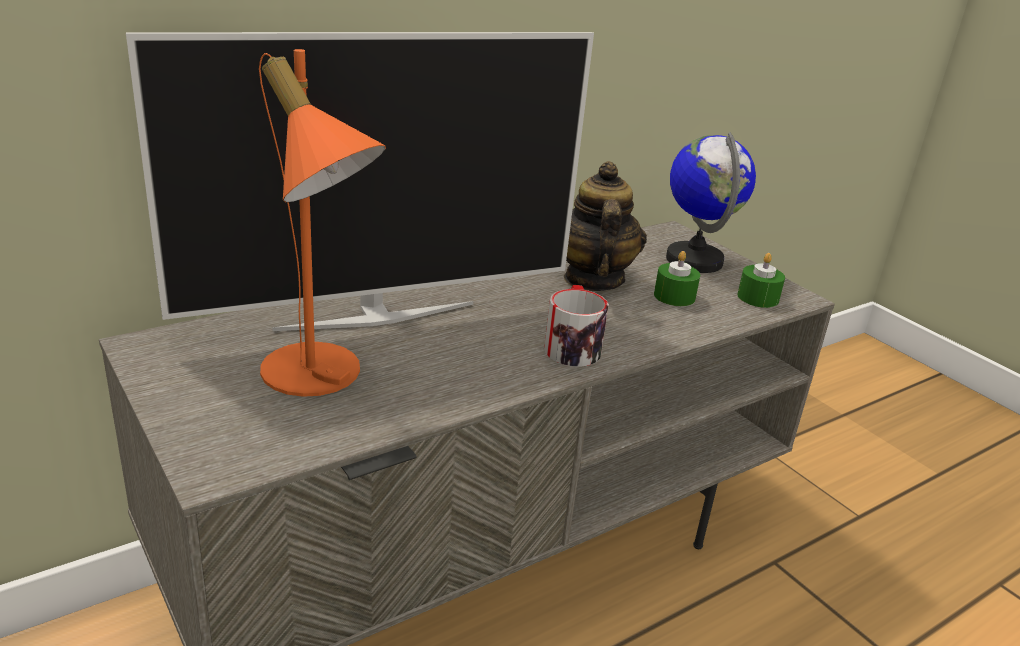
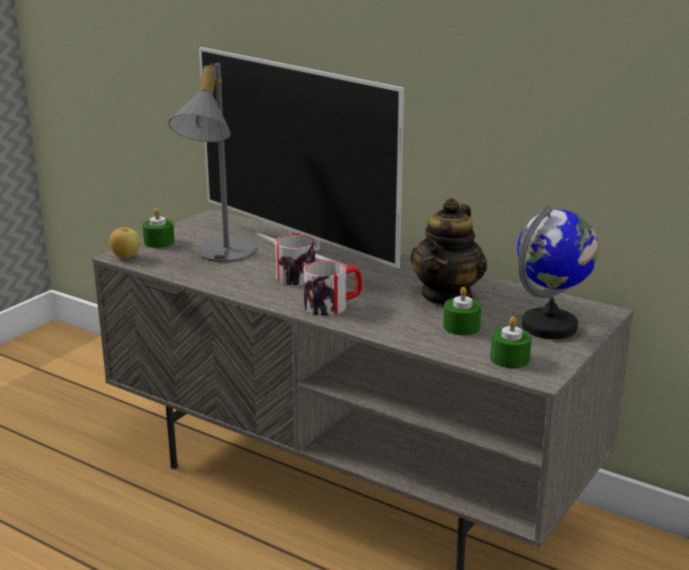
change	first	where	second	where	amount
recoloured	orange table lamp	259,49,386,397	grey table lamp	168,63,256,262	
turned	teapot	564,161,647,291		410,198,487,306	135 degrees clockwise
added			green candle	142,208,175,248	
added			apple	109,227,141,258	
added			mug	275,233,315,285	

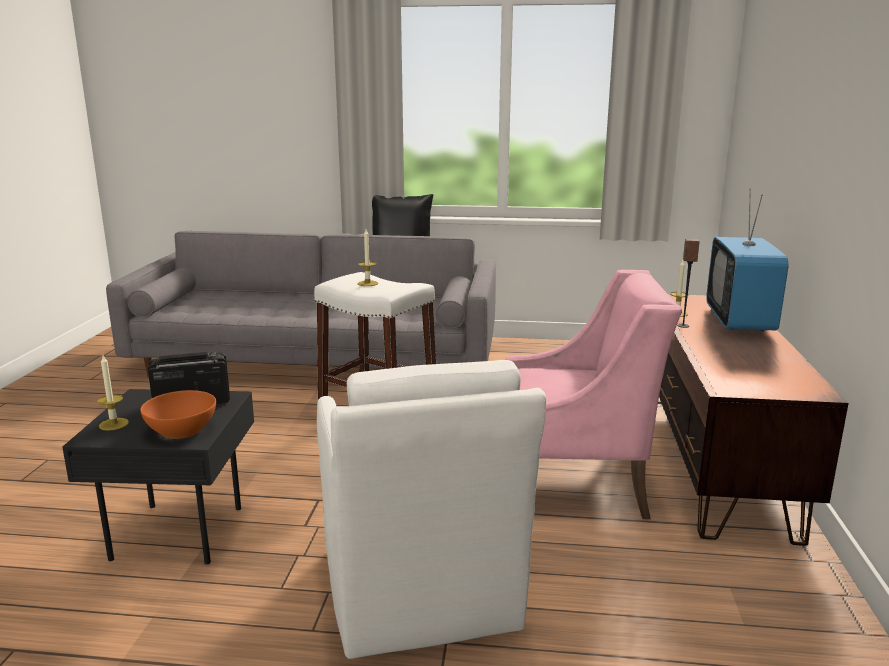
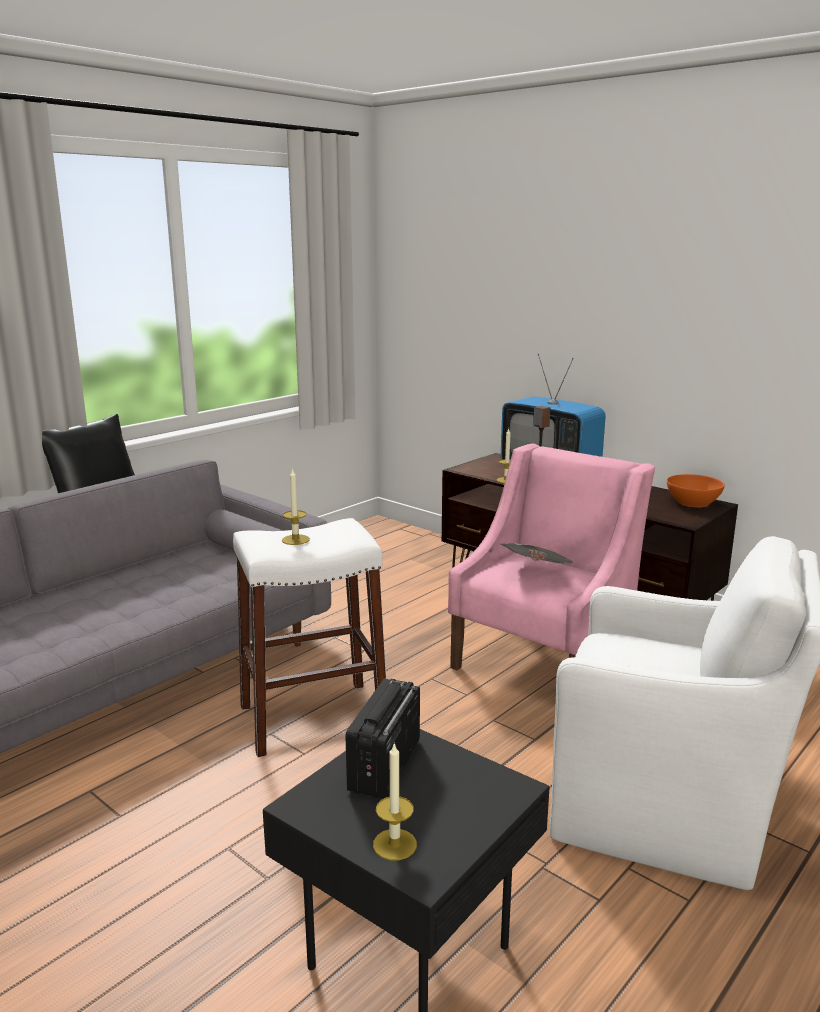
change	first	where	second	where	amount
moved	orange bowl	140,390,216,439		667,474,725,507	
added			newspaper	501,544,573,564	

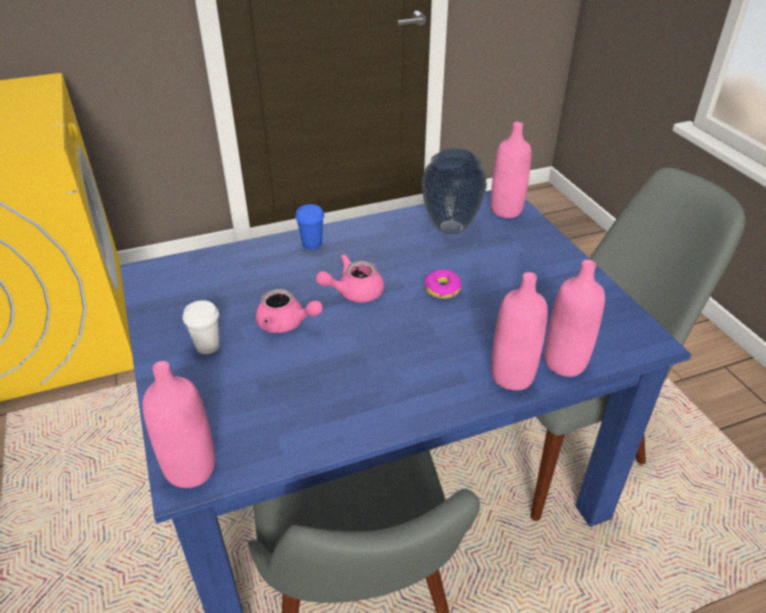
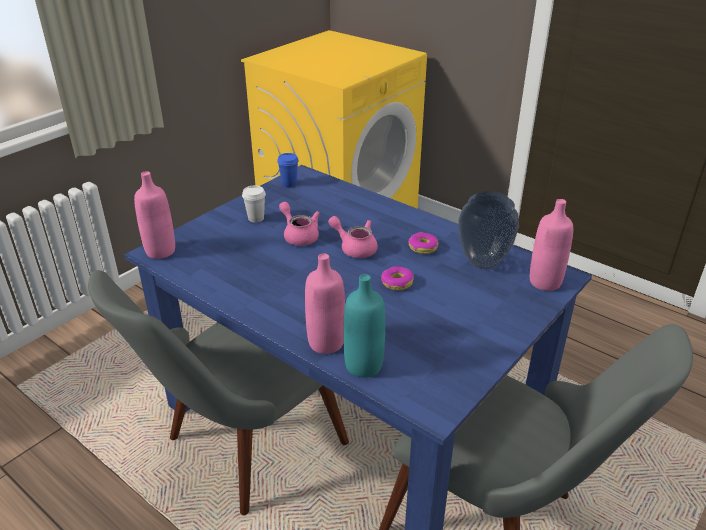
change	first	where	second	where	amount
moved	blue cup	295,204,324,250		277,153,299,187	
recoloured	pink bottle	544,260,605,377	turquoise bottle	343,274,385,378	
turned	pink teapot	256,289,323,333		279,202,320,246	150 degrees clockwise
added			donut	408,232,438,254	

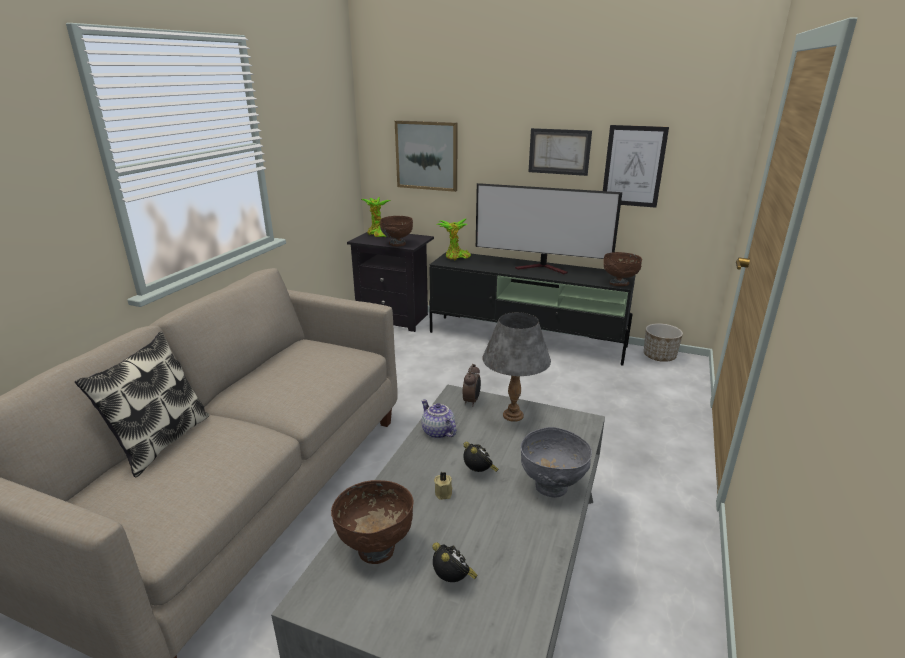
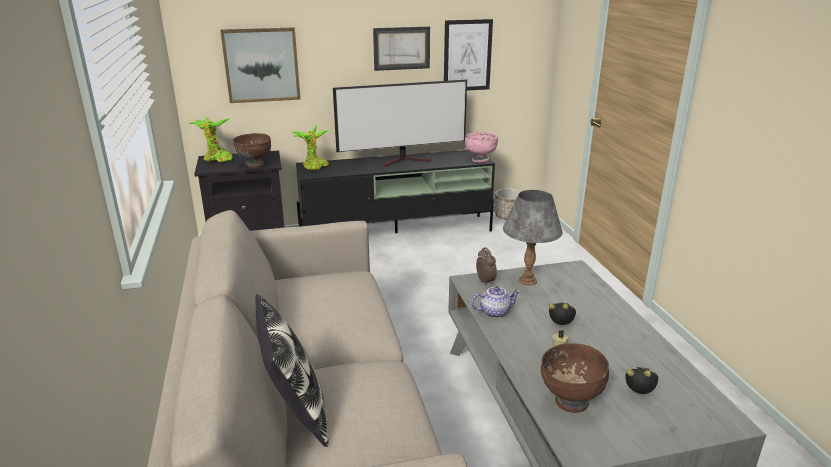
change	first	where	second	where	amount
recoloured	brown bowl	603,252,642,286	pink bowl	465,132,498,163	
turned	teapot	421,399,456,439		471,286,521,318	150 degrees clockwise
removed	grey bowl	520,427,592,498			

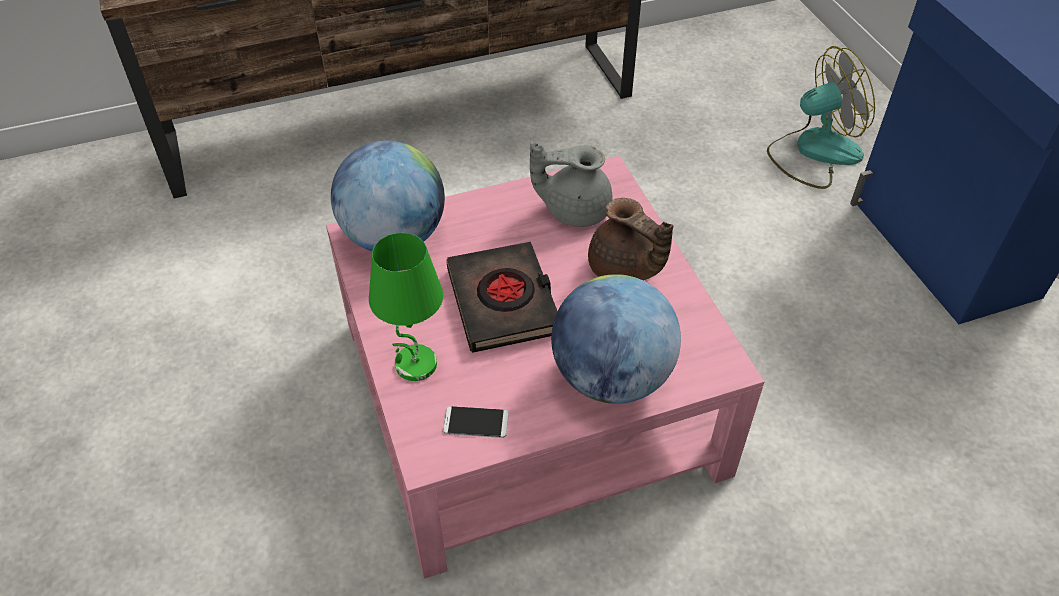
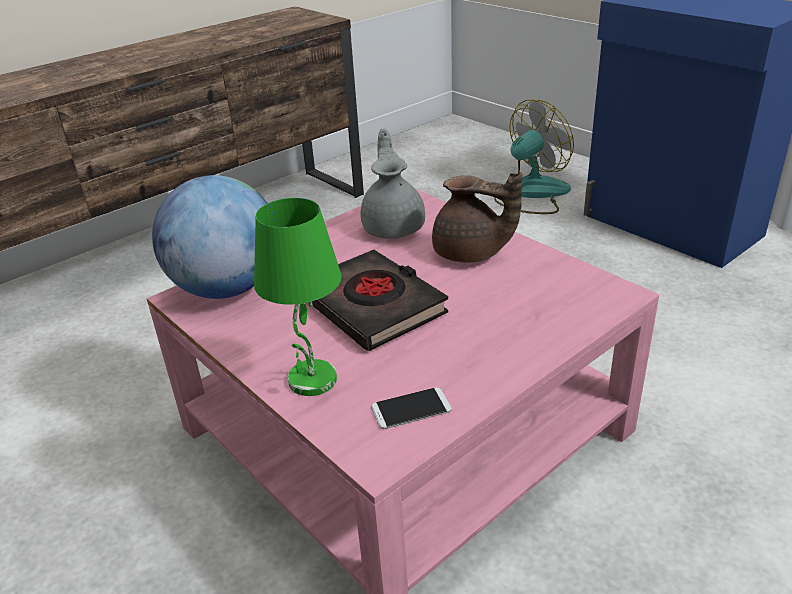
change	first	where	second	where	amount
turned	grey teapot	530,141,613,227		361,129,425,239	105 degrees clockwise
removed	globe	551,274,681,404			

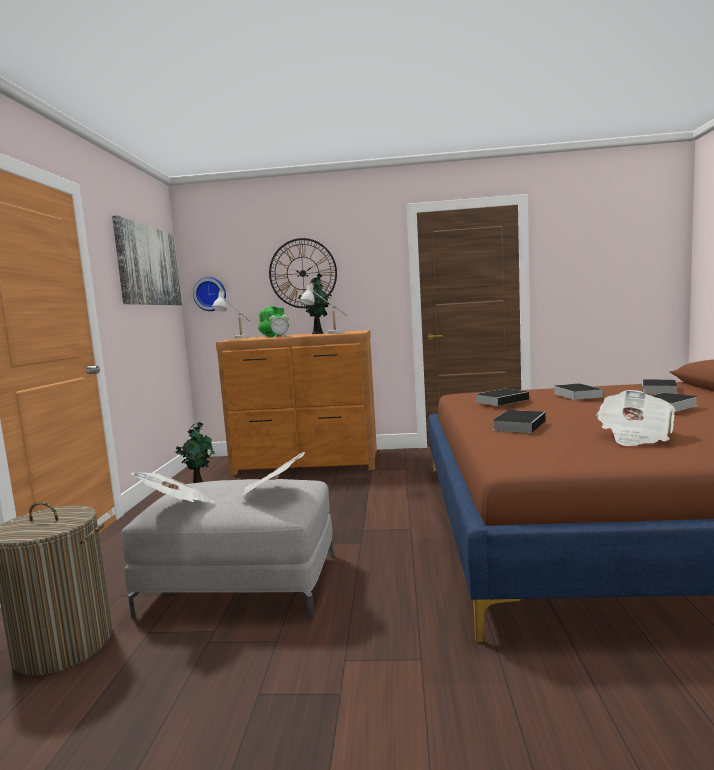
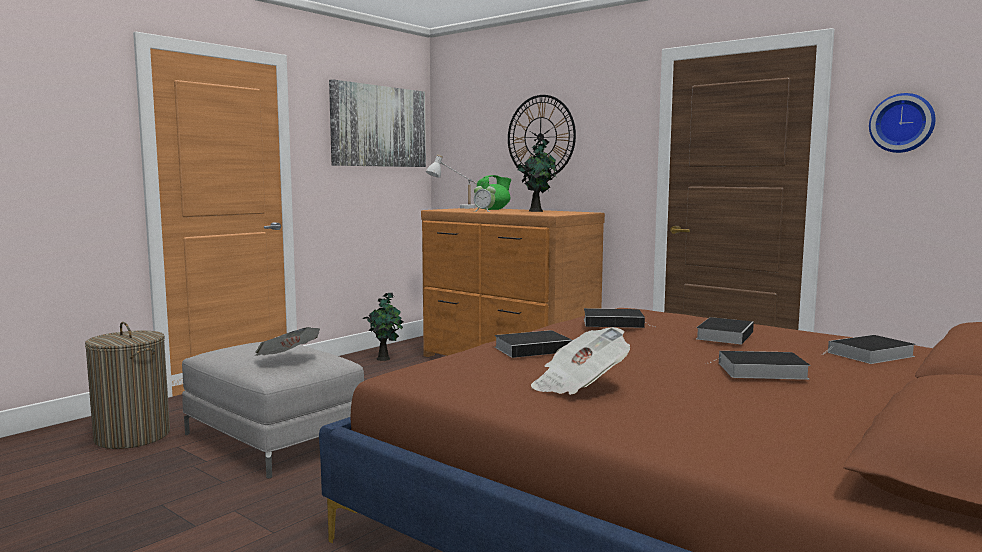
change	first	where	second	where	amount
moved	wall clock	193,277,226,311		869,93,935,153	
removed	white table lamp	300,283,347,334			
removed	newspaper	131,473,214,502			

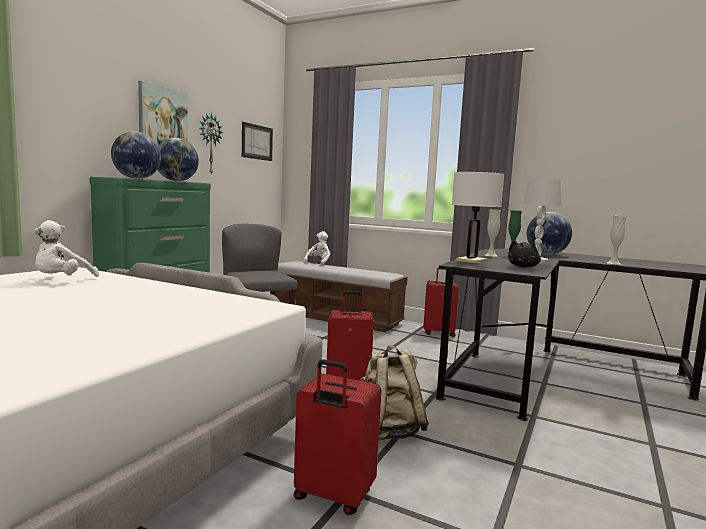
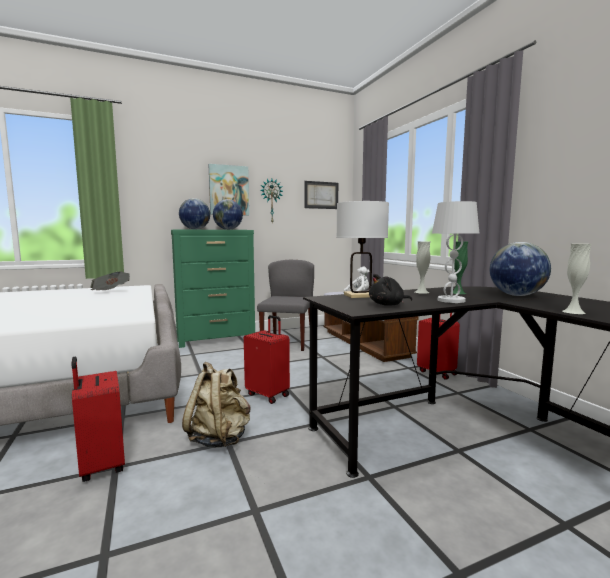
change	first	where	second	where	amount
replaced	white plush toy	34,220,99,277	newspaper	90,271,130,290	

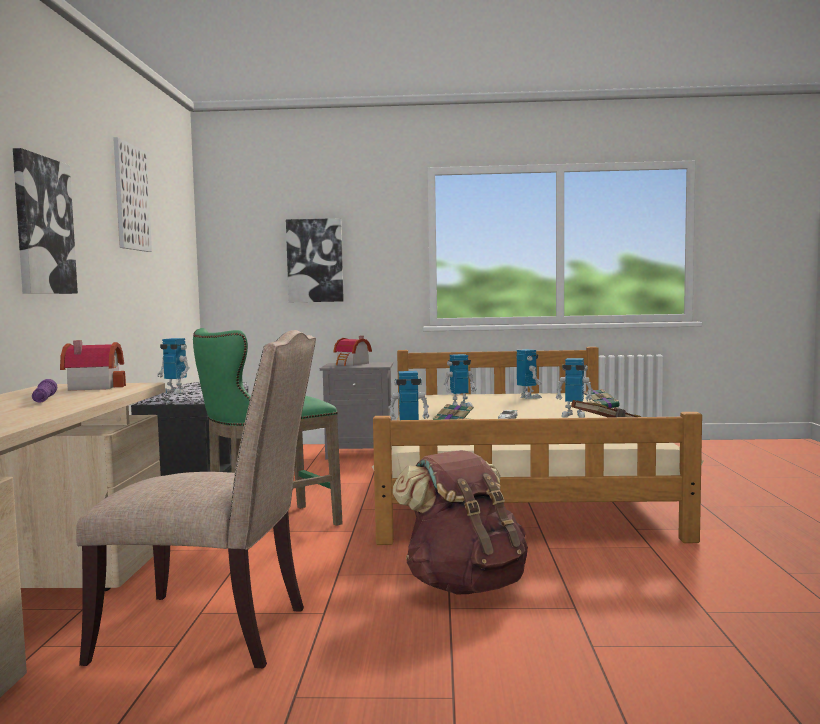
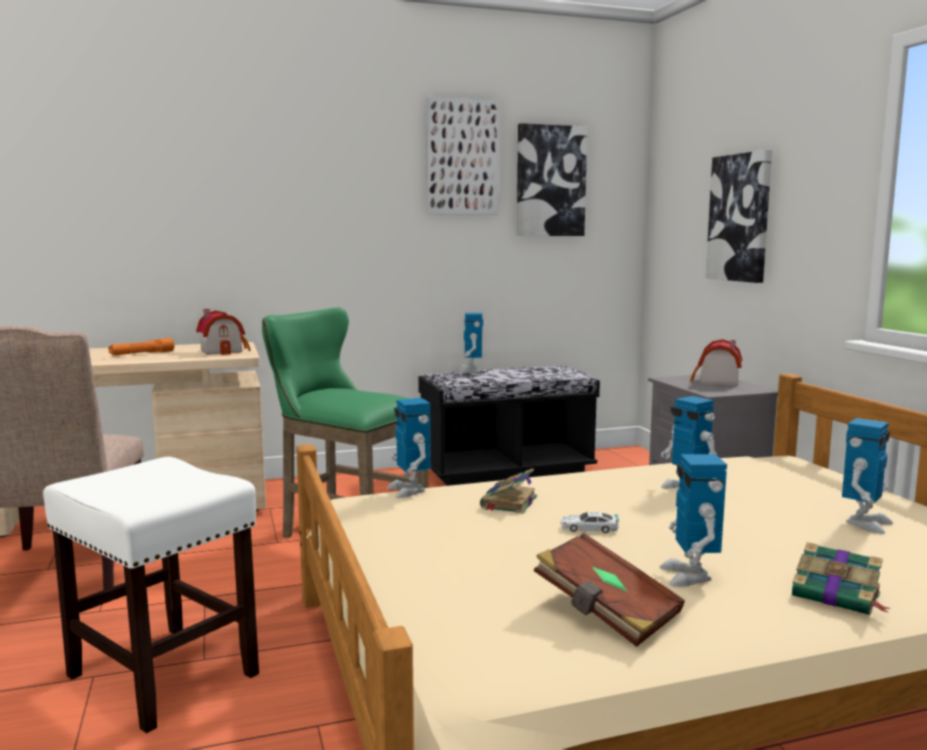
change	first	where	second	where	amount
moved	picture	13,148,78,294		517,123,587,236	
recoloured	purple flashlight	32,379,57,403	orange flashlight	109,338,174,355	
replaced	brown backpack	392,450,528,594	white stool	43,457,259,733	

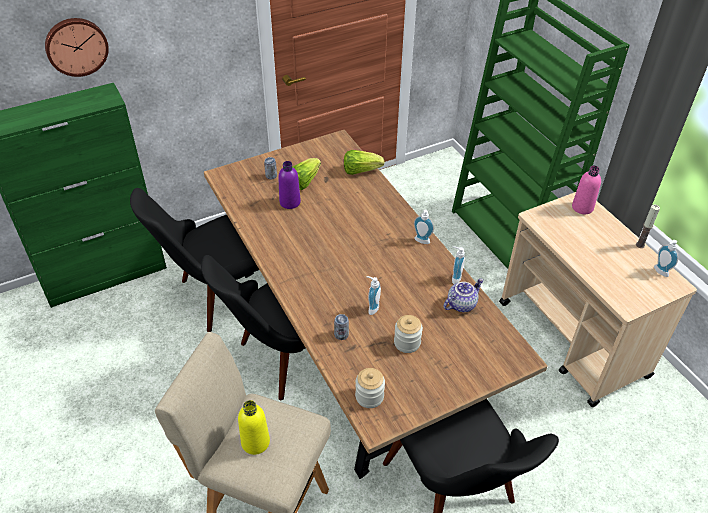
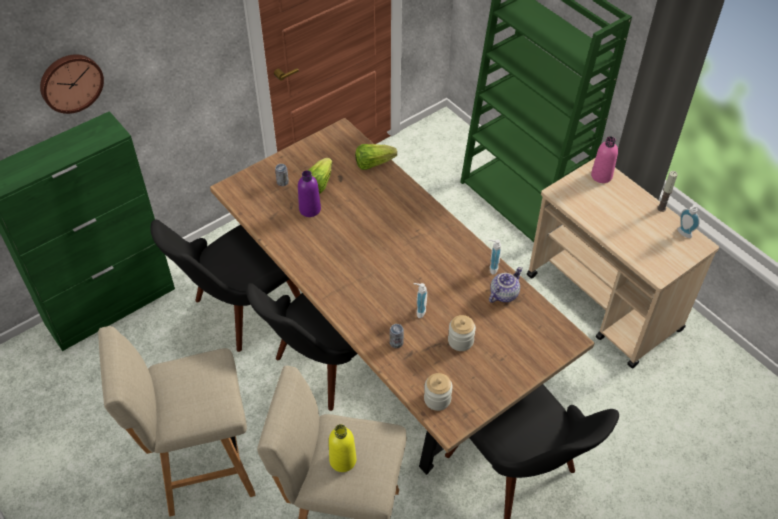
change	first	where	second	where	amount
removed	soap dispenser	414,210,434,244			
added			beige stool	98,326,255,517	

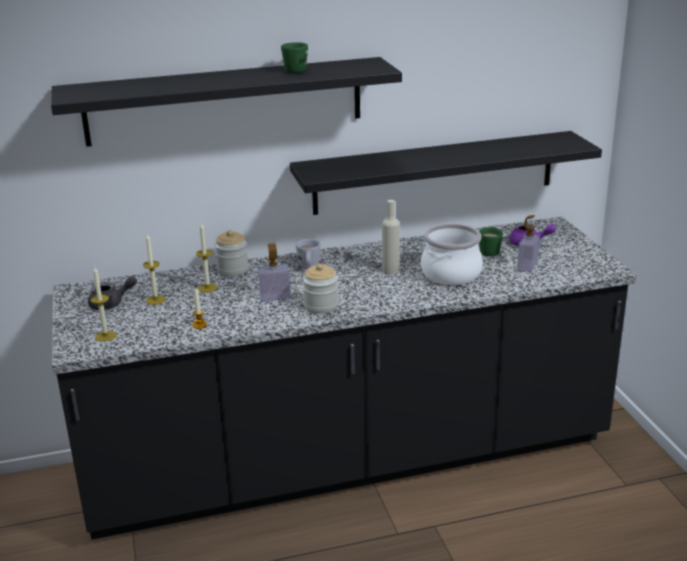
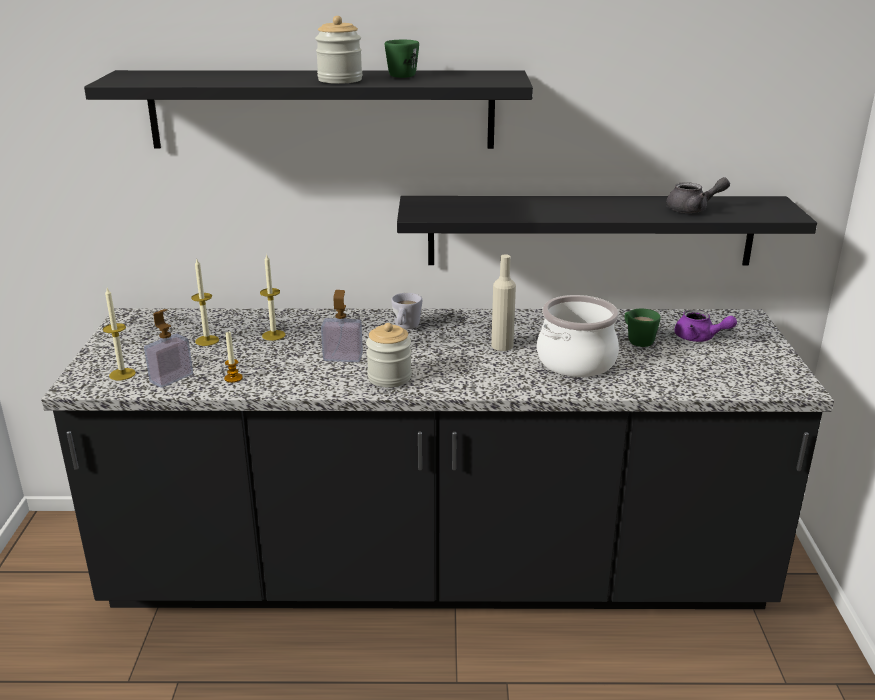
change	first	where	second	where	amount
moved	soap dispenser	517,215,540,272		144,309,193,388	
moved	jar	214,230,249,276		315,16,362,84	
moved	grey teapot	88,276,137,310		666,177,730,213	

